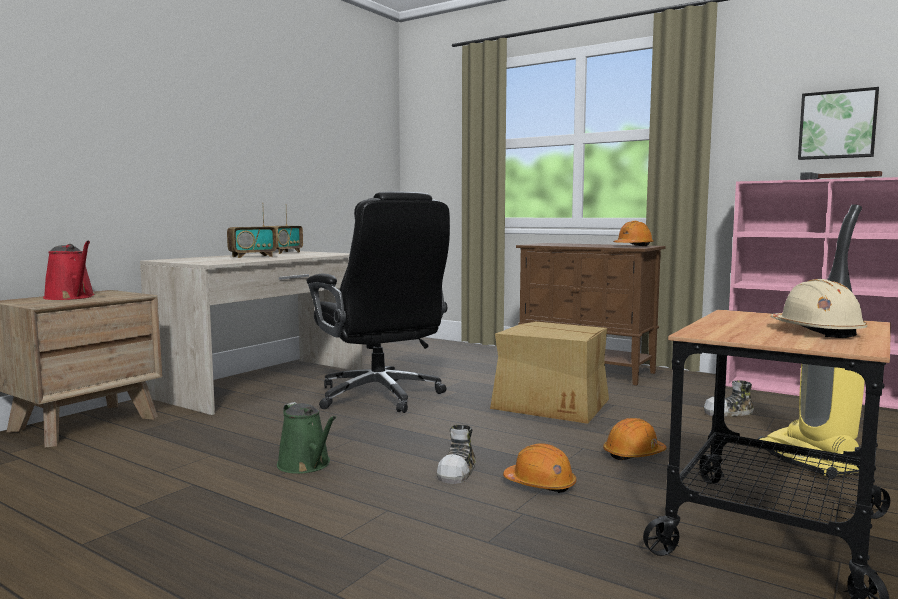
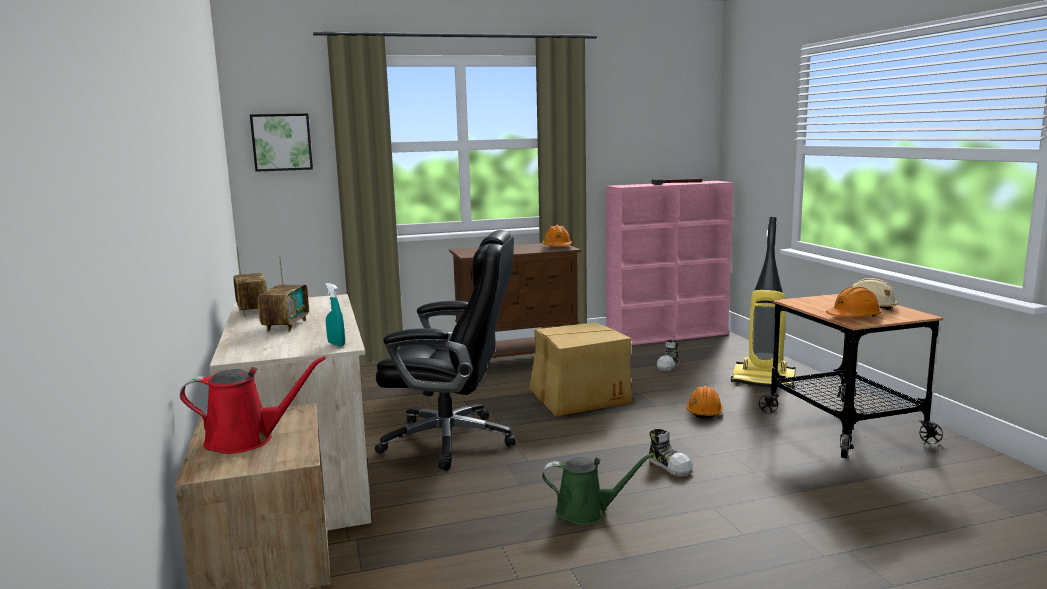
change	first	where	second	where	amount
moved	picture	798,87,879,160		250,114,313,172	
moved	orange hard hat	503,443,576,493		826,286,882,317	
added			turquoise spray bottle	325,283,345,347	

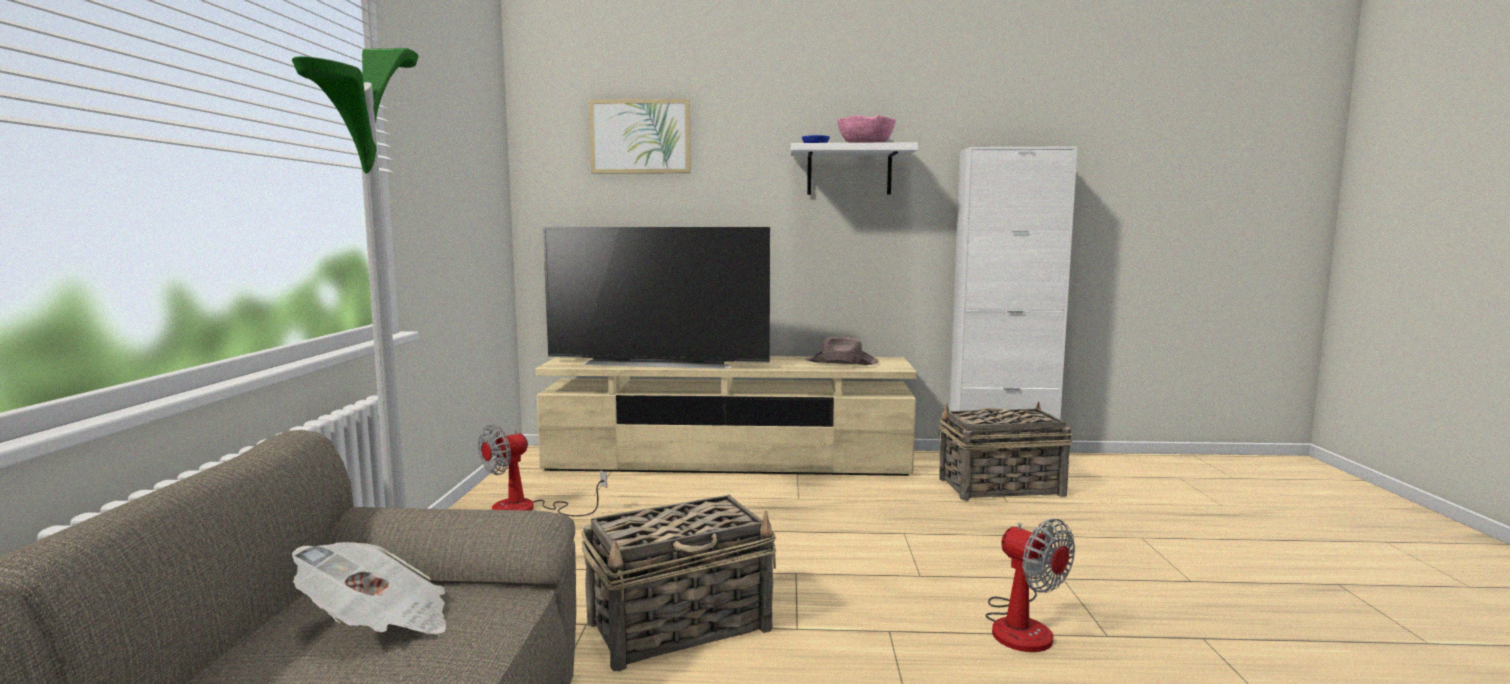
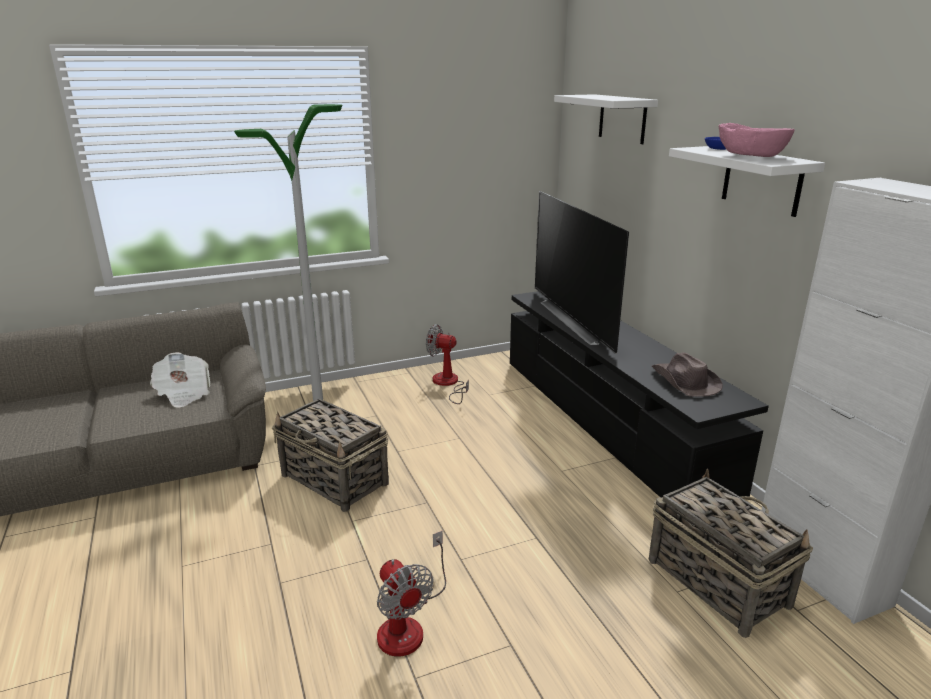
change	first	where	second	where	amount
replaced	picture	589,99,691,174	white shelf	554,94,658,144	
recoloured	beige tv stand	535,356,917,476	black tv stand	510,291,769,497	
turned	fan	985,519,1075,652		377,531,446,657	60 degrees counterclockwise

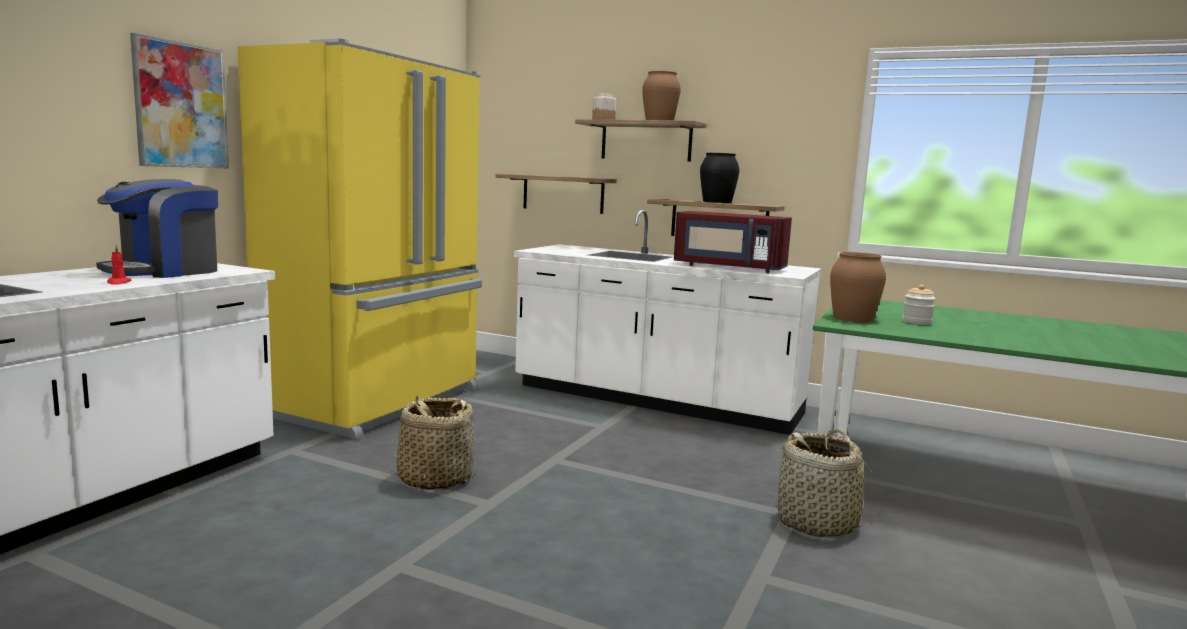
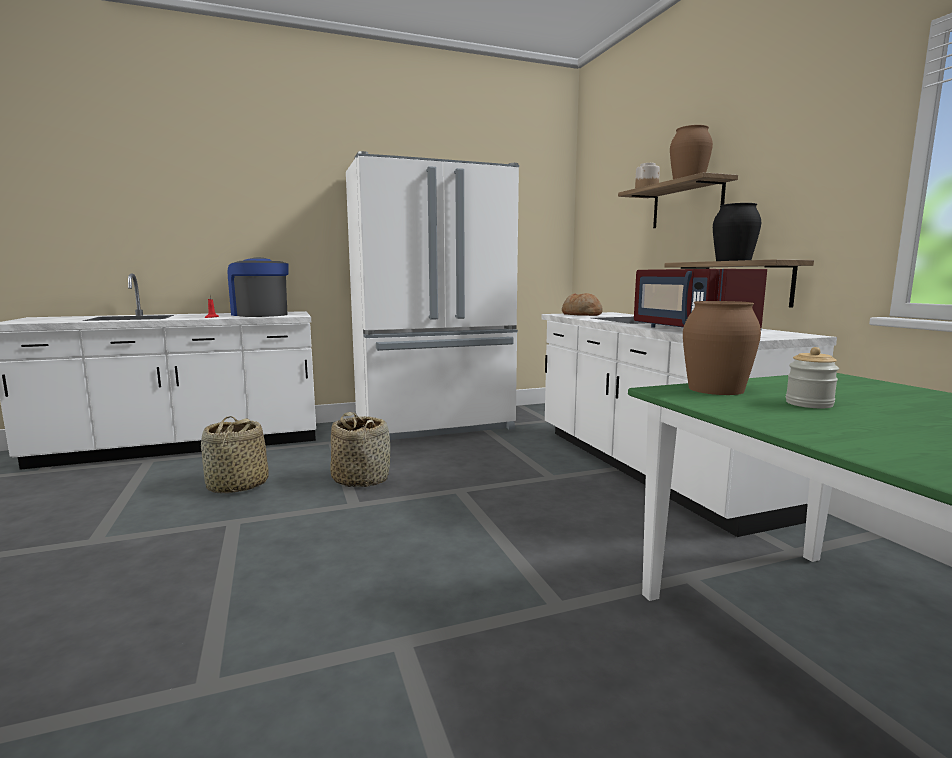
change	first	where	second	where	amount
removed	picture	130,33,229,169			
recoloured	yellow fridge	238,39,482,439	white fridge	346,151,519,440	
removed	shelf	495,174,617,214			
turned	coffee machine	96,179,218,278		228,257,289,317	60 degrees clockwise
moved	basket	770,429,882,538		201,416,269,494	
added			bread	562,293,603,316	

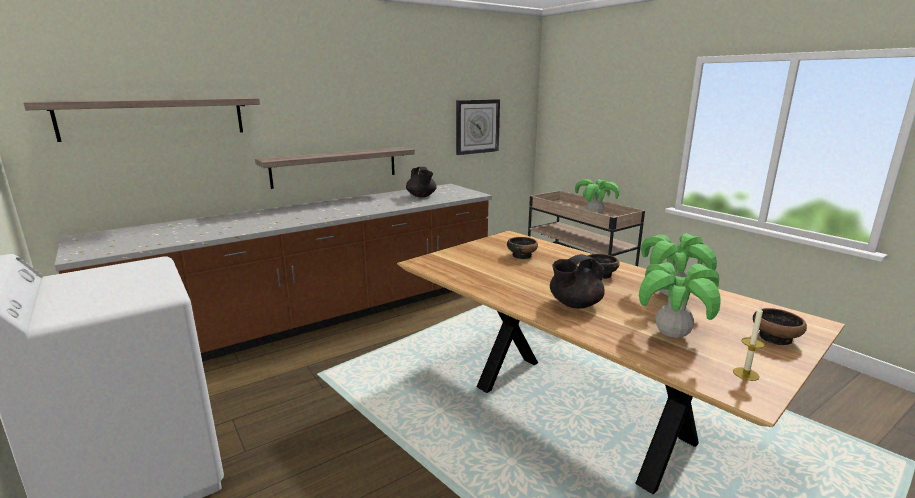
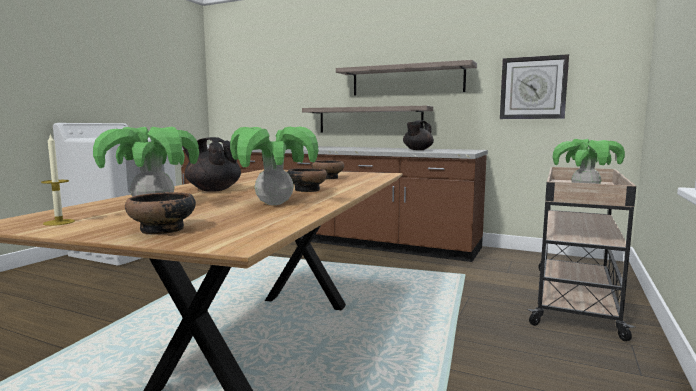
change	first	where	second	where	amount
moved	shelf	23,98,260,142		336,60,477,95	

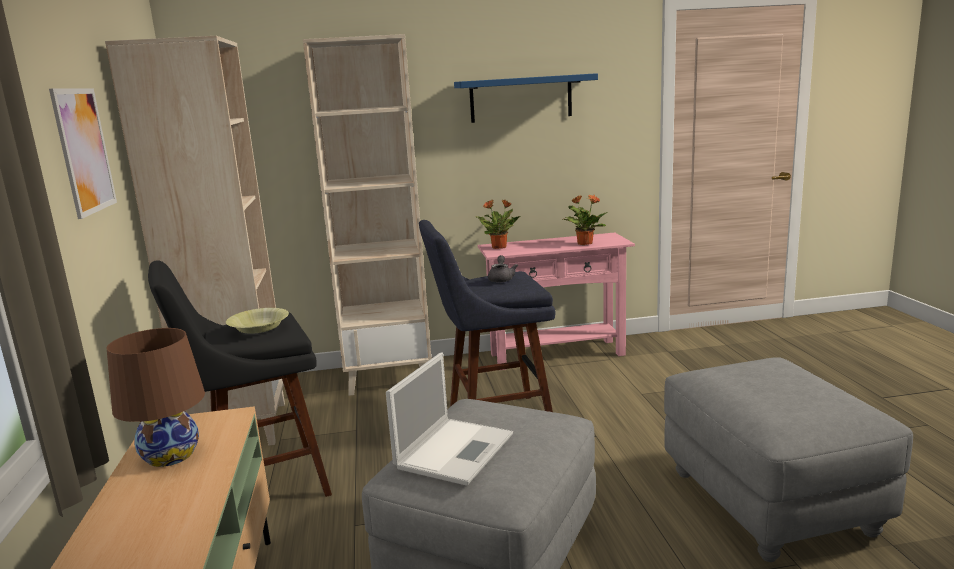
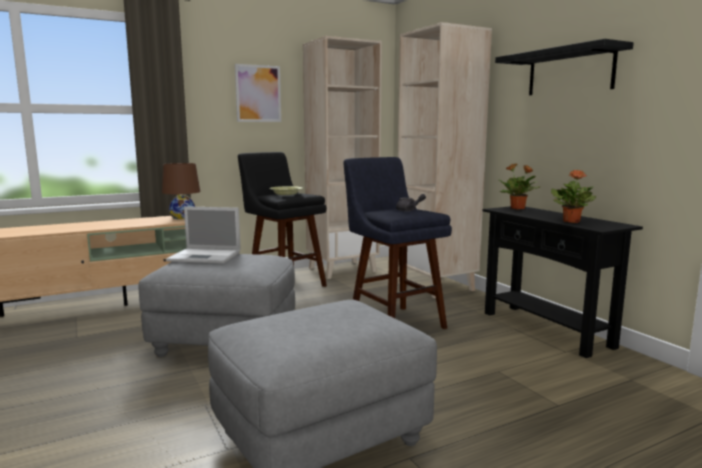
change	first	where	second	where	amount
recoloured	blue shelf	454,73,598,123	black shelf	495,39,634,95	
recoloured	pink console table	478,233,635,370	black console table	482,206,643,358	

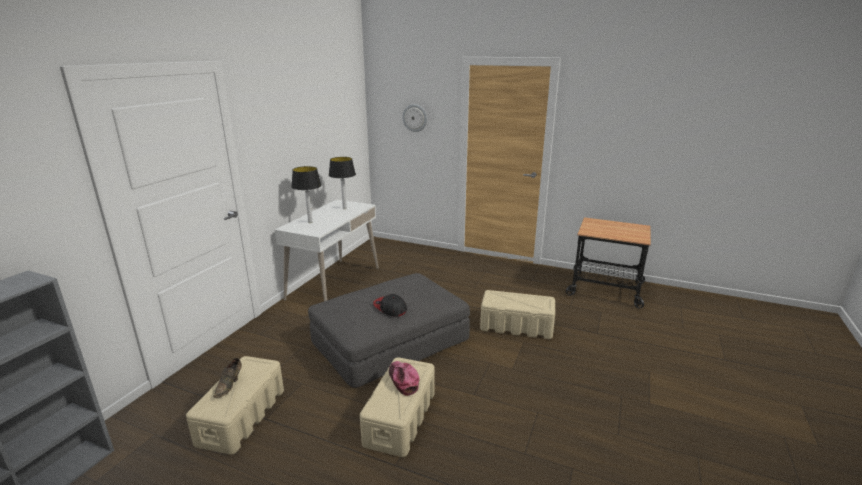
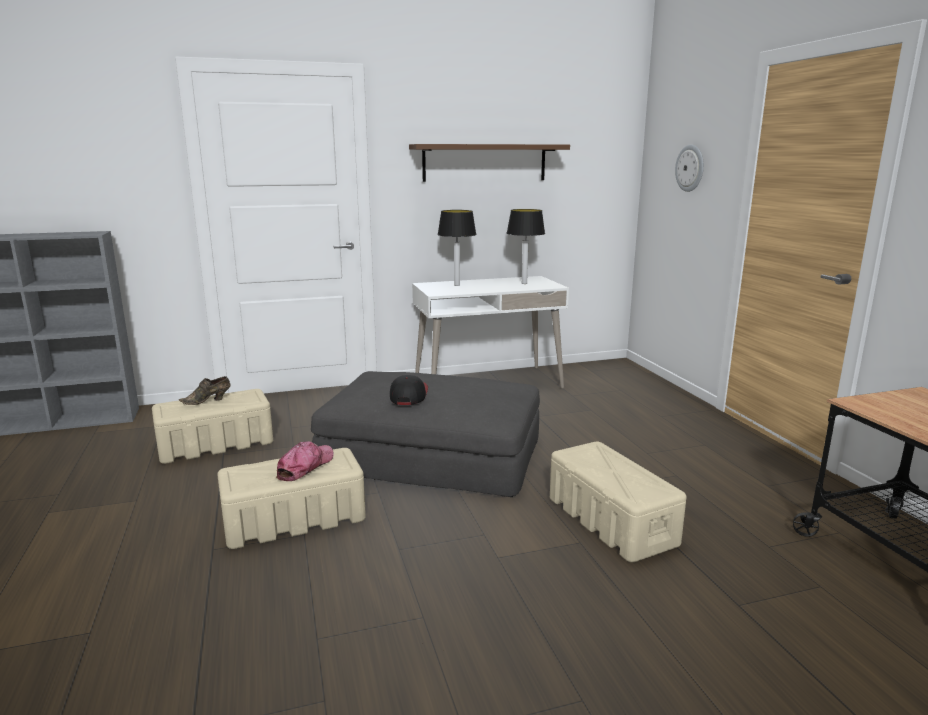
change	first	where	second	where	amount
added			brown shelf	409,144,570,182	

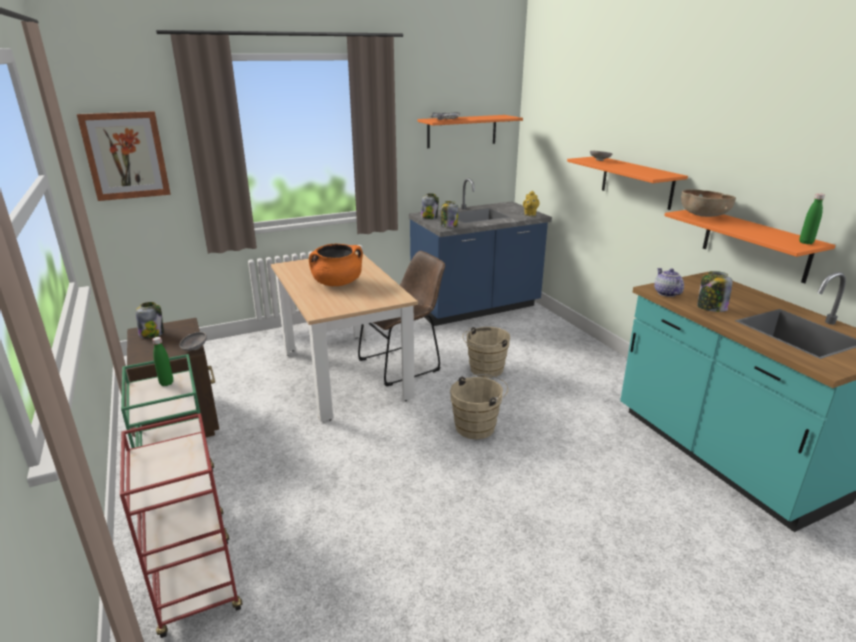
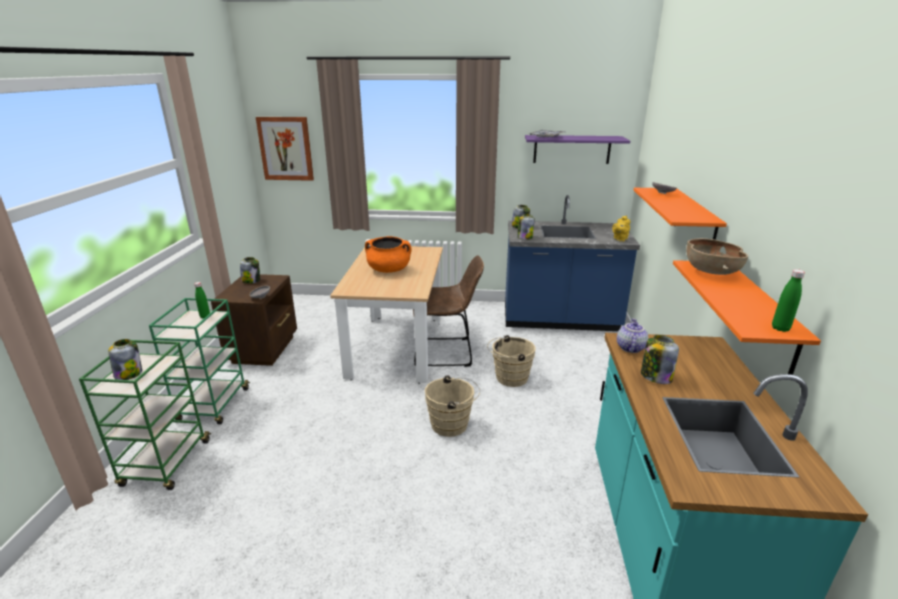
change	first	where	second	where	amount
recoloured	orange shelf	417,115,523,148	purple shelf	525,135,630,164	
recoloured	red cart	120,413,243,638	green cart	79,340,211,490	
added			jar	108,339,142,380	

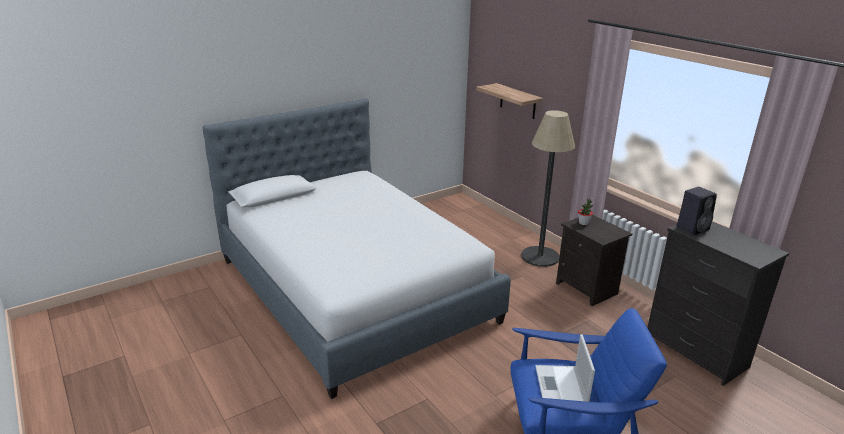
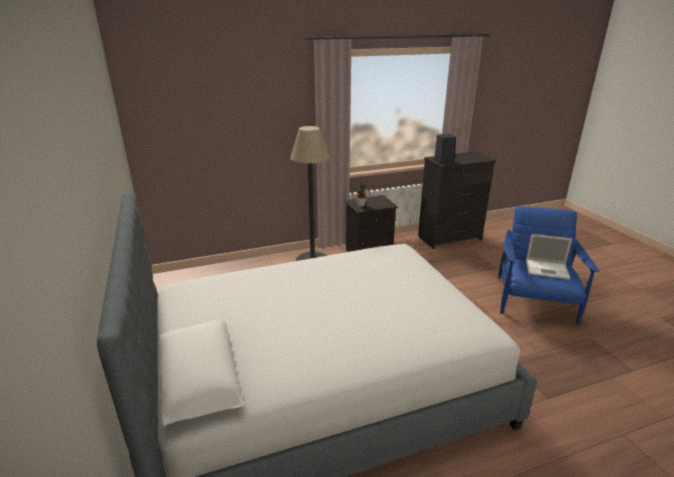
change	first	where	second	where	amount
removed	shelf	476,83,543,119			

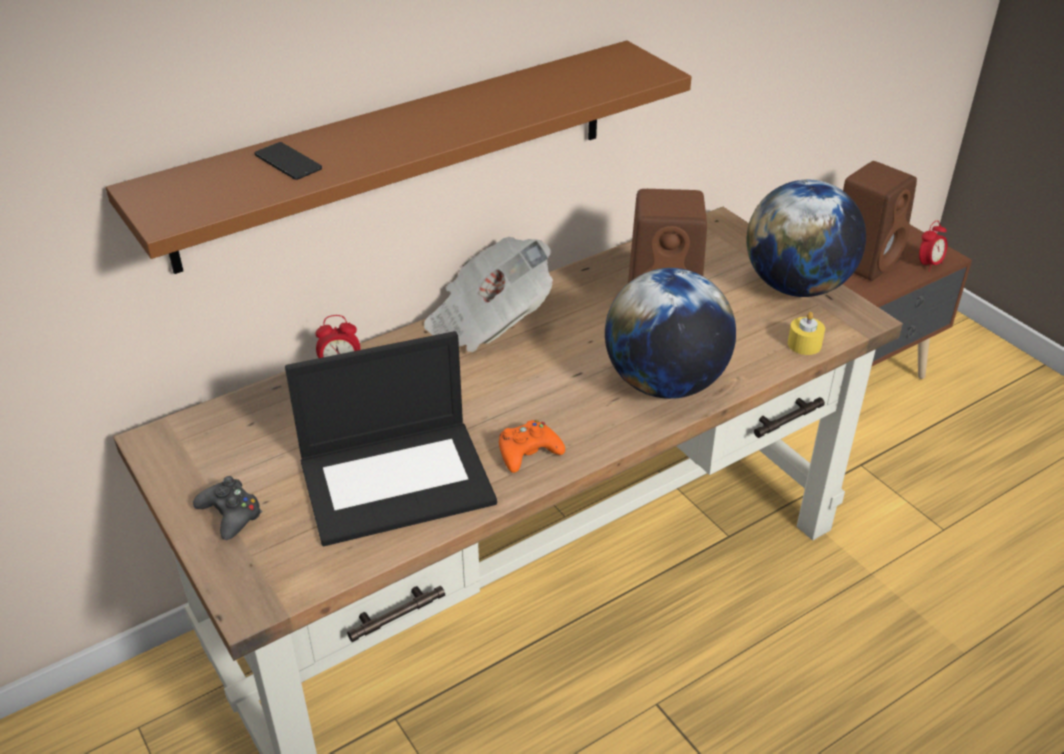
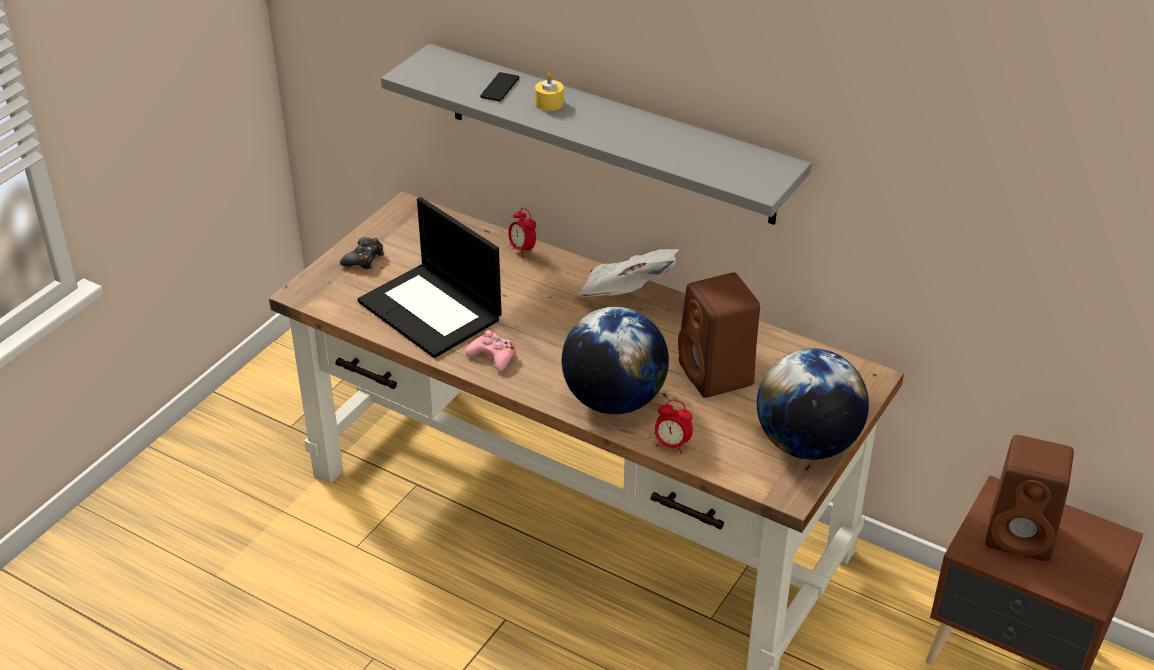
change	first	where	second	where	amount
recoloured	brown shelf	106,41,692,274	grey shelf	381,44,812,225	
moved	alarm clock	919,221,948,272		655,400,693,454	
moved	yellow candle	788,312,825,355		535,73,564,111	
recoloured	orange game controller	499,420,565,473	pink game controller	465,330,515,372	

